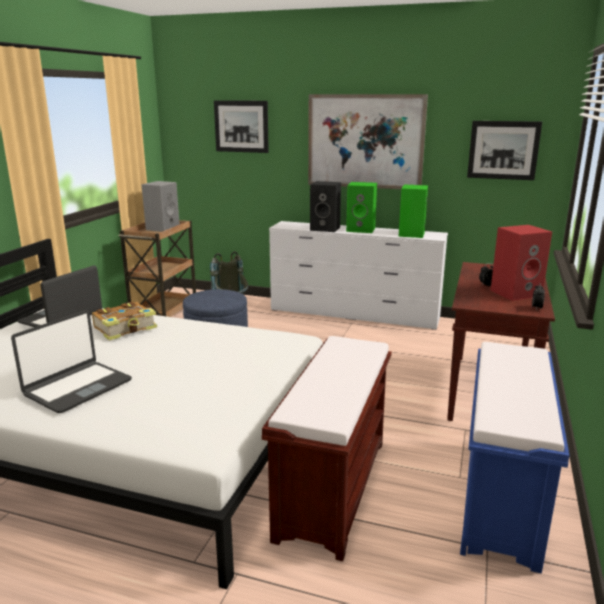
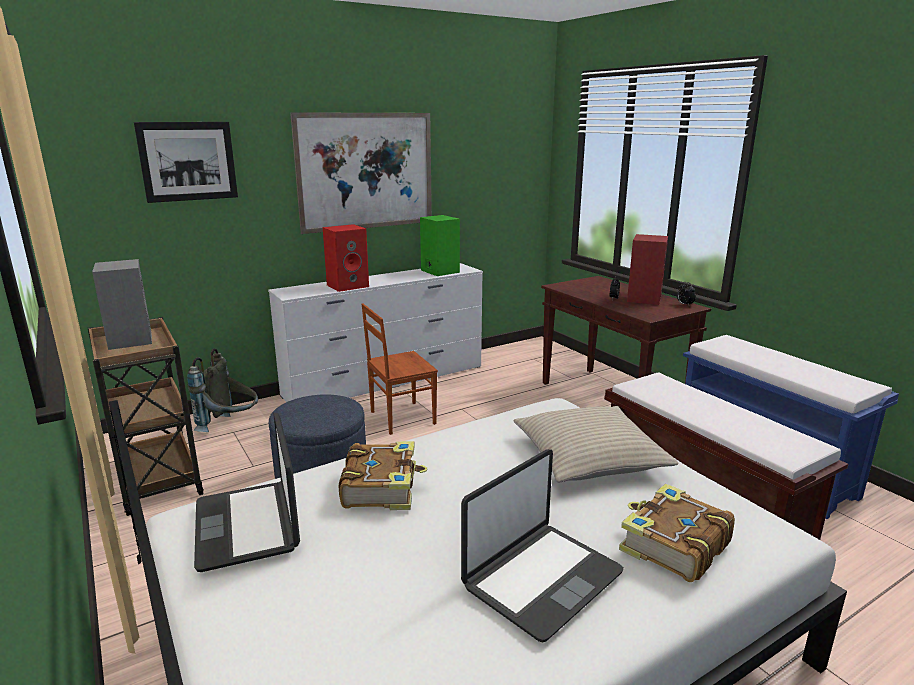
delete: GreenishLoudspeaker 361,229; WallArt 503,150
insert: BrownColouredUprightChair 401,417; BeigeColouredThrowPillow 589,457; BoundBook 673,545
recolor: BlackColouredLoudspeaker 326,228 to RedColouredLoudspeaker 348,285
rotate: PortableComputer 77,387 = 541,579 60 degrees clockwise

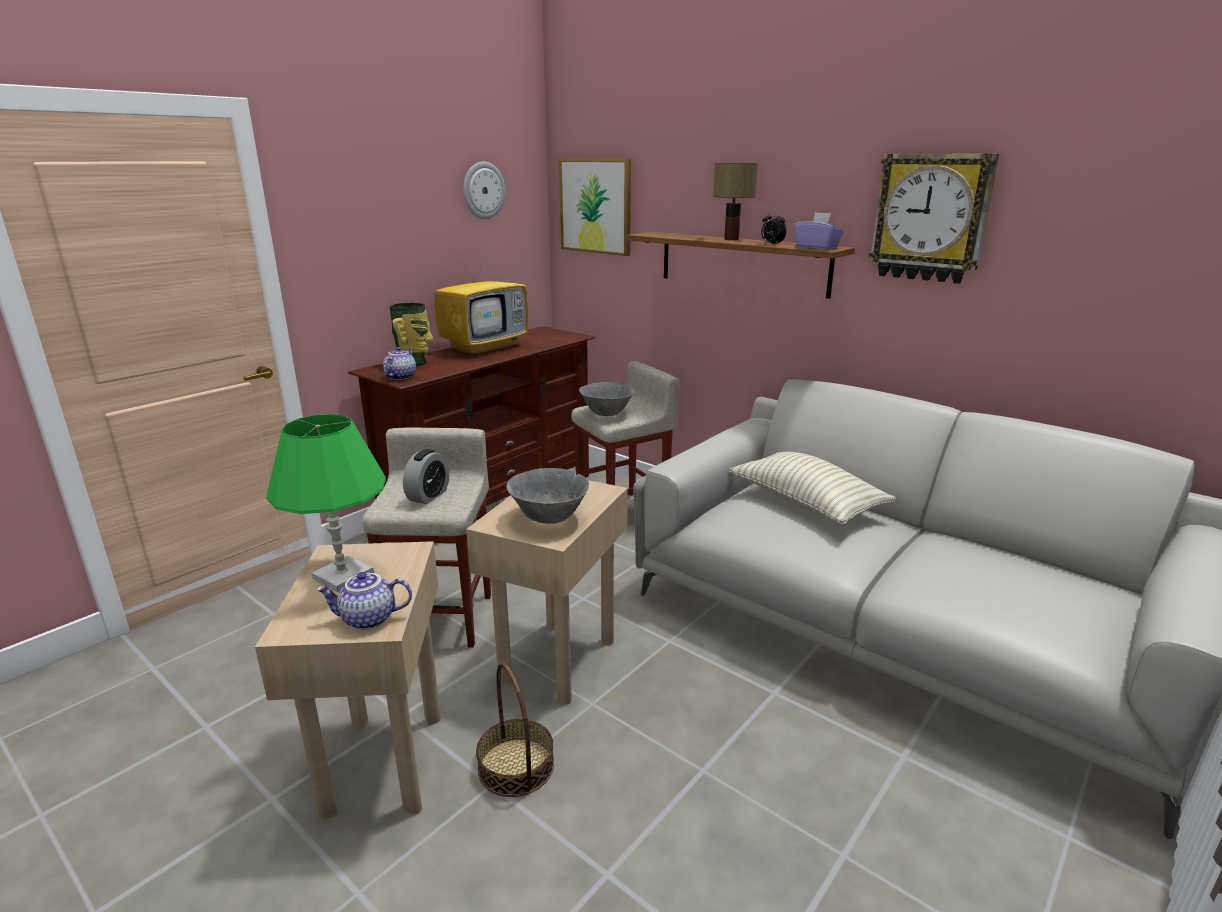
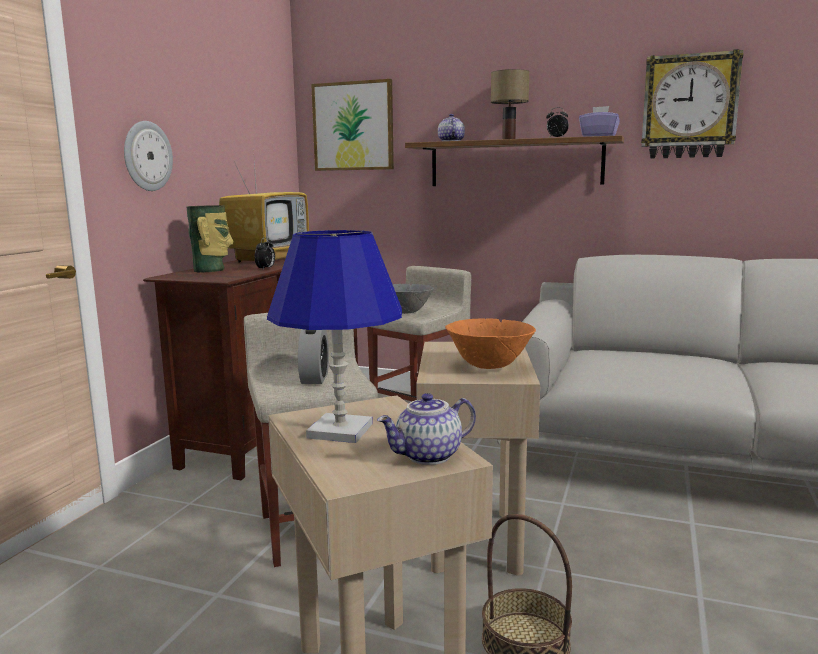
delete: ThrowPillow 806,504
insert: BedsideClock 265,269
move: WallClock 483,190 to 147,156; TeaPot 400,377 to 450,141
recolor: GreenishTableLamp 342,576 to BlueTableLamp 340,431; GreyServingBowl 549,519 to OrangeColouredServingBowl 488,367

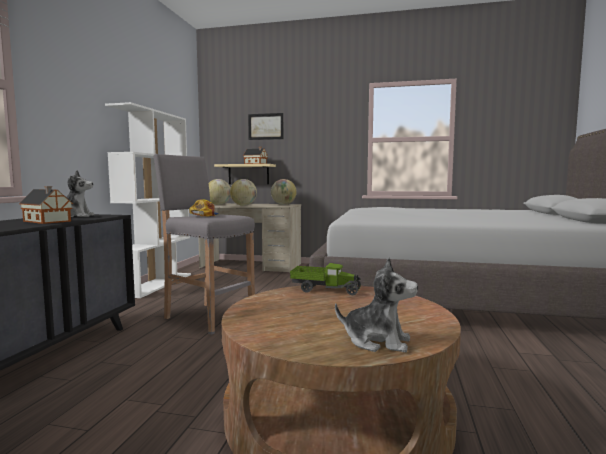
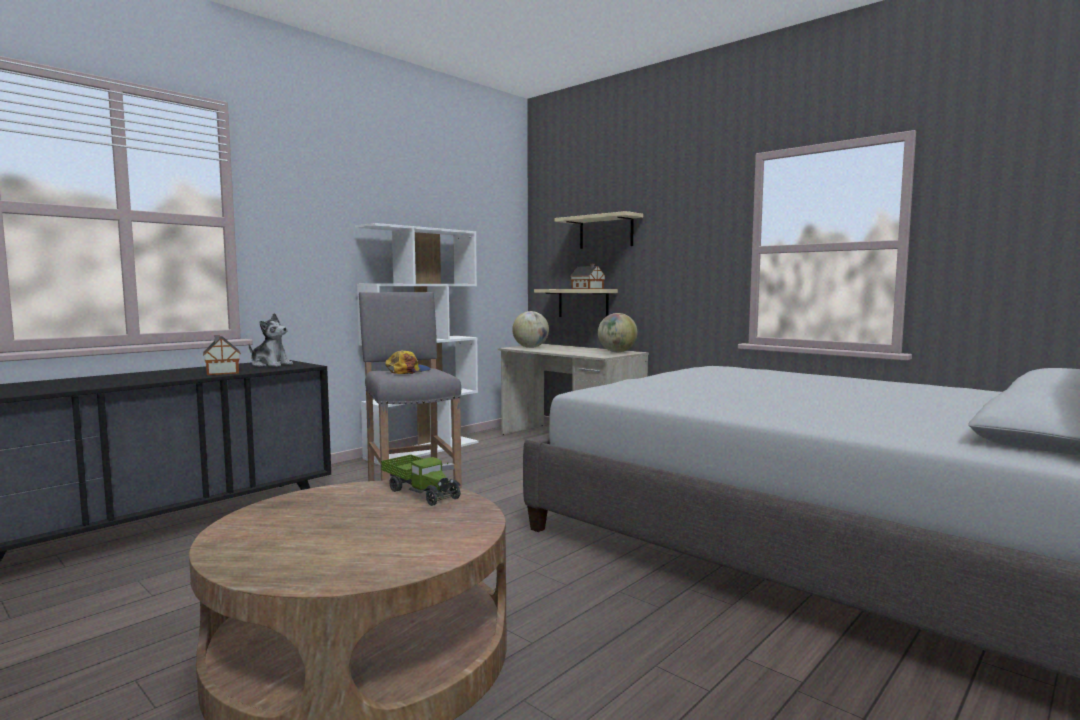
delete: DeskGlobe 243,205; PlushToy 377,341
replace: WallArt 265,126 to BeigeColouredBracketShelf 606,232

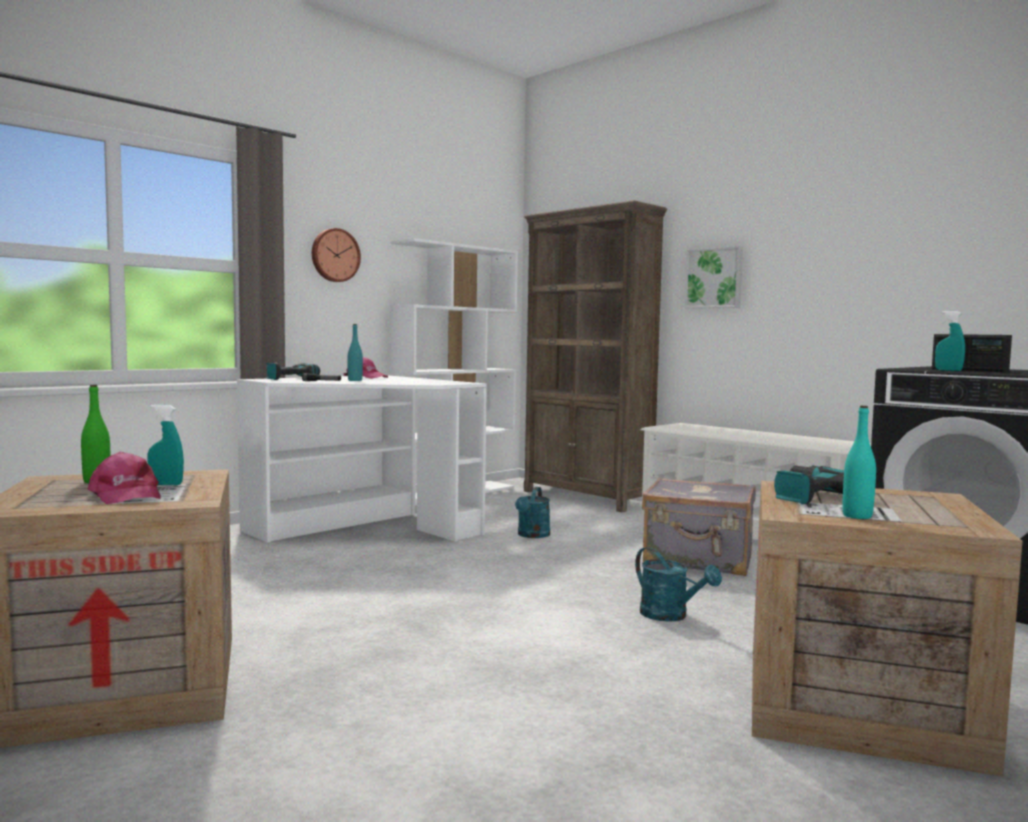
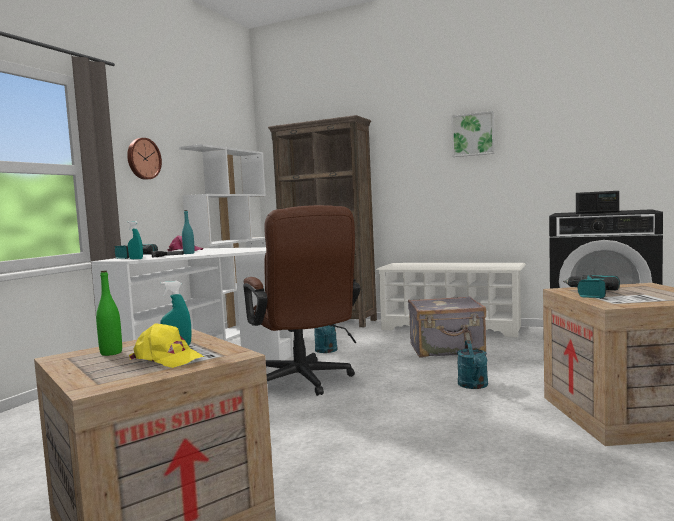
delete: TurquoiseColouredBottle 857,516
insert: BrownColouredOfficeChair 304,382
move: TurquoiseColouredSprayer 948,370 to 136,259; WallArt 714,278 to 473,134
recolor: PinkCap 125,495 to YellowColouredCap 167,359
rotate: TurquoiseColouredSprinklingCan 670,616 = 474,386 60 degrees clockwise

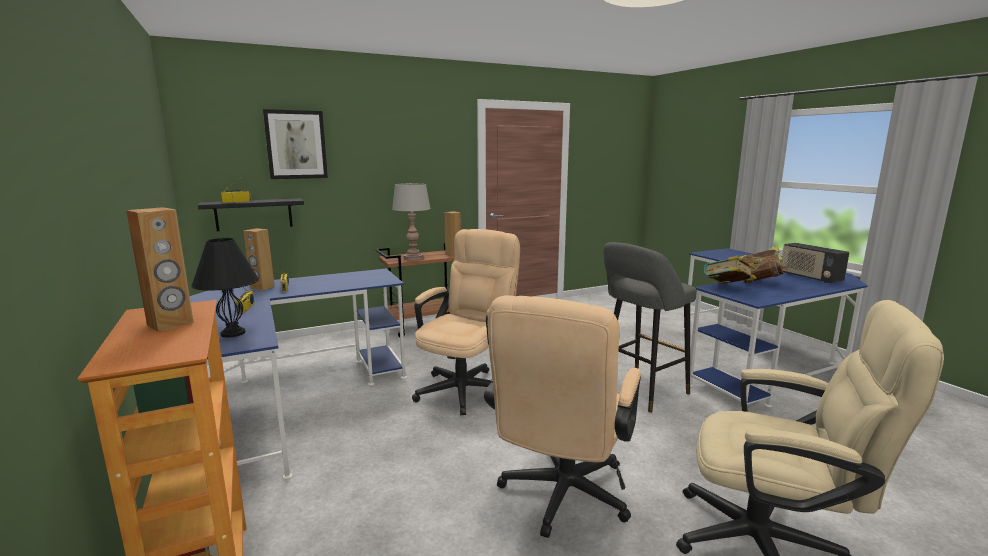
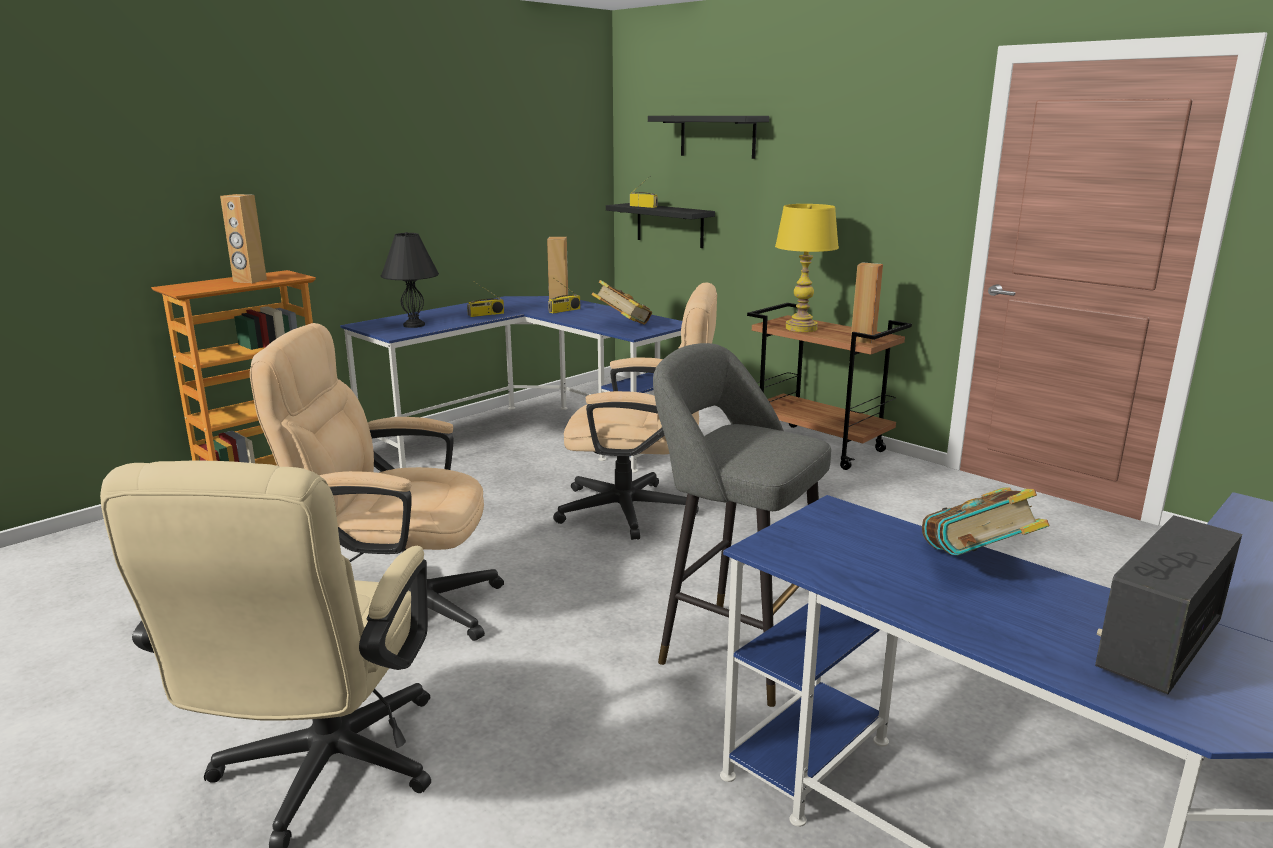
move: BoundBook 727,288 to 622,325
replace: WallArt 296,144 to BlackColouredBracketShelf 717,136
recolor: GreyTableLamp 413,258 to YellowColouredTableLamp 801,328

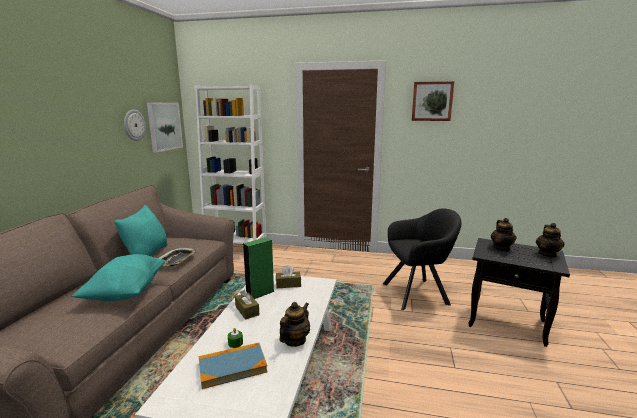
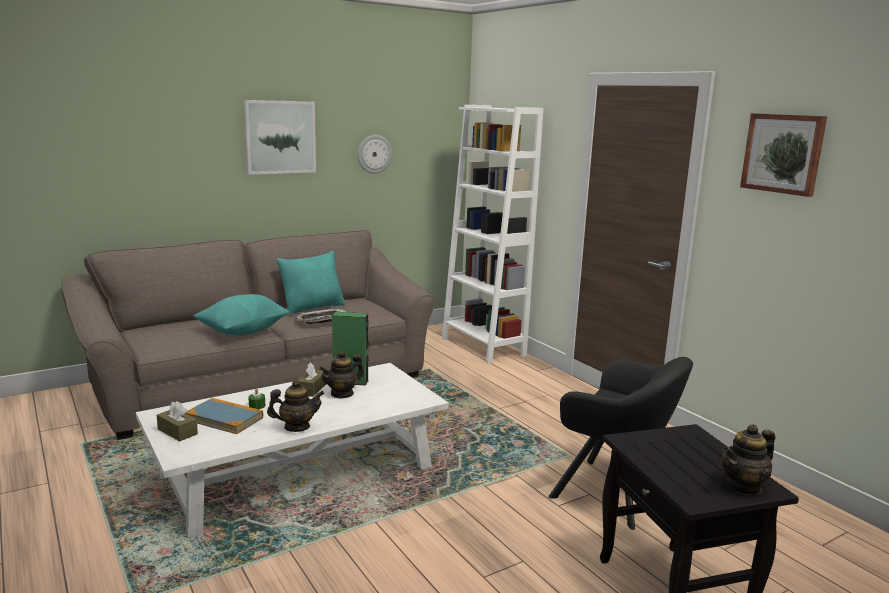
move: BrownColouredTissueHolder 288,284 to 177,432; WallArt 164,126 to 280,137; TeaPot 501,248 to 342,393

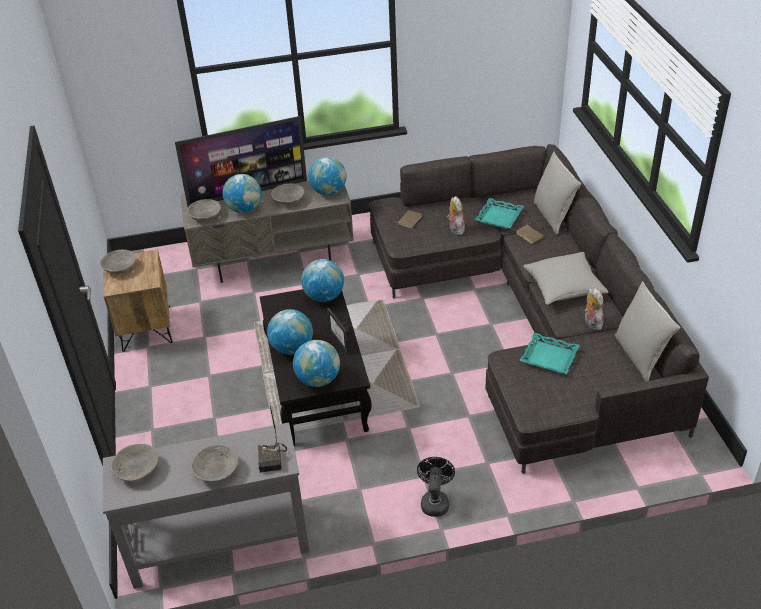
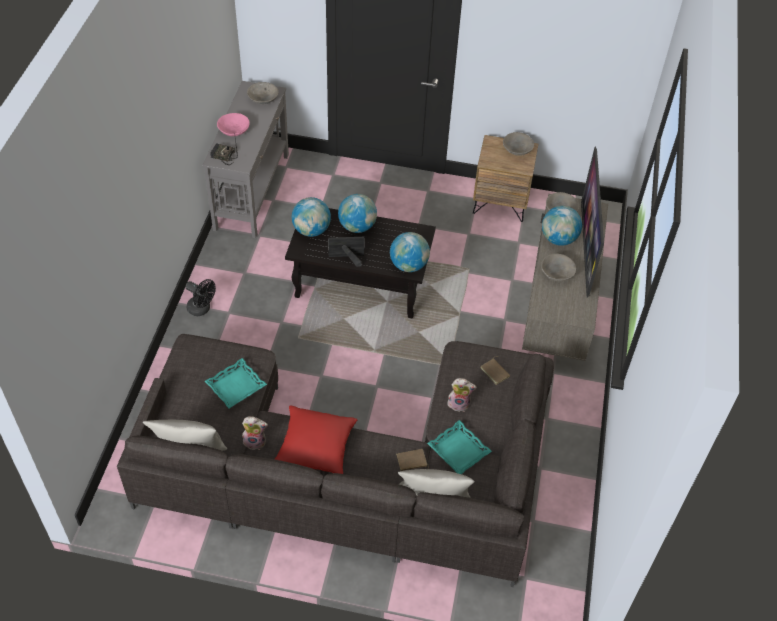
delete: DeskGlobe 329,191
recolor: GreyServingBowl 217,471 to PinkServingBowl 233,130; GreyThrowPillow 564,287 to RedColouredThrowPillow 315,447

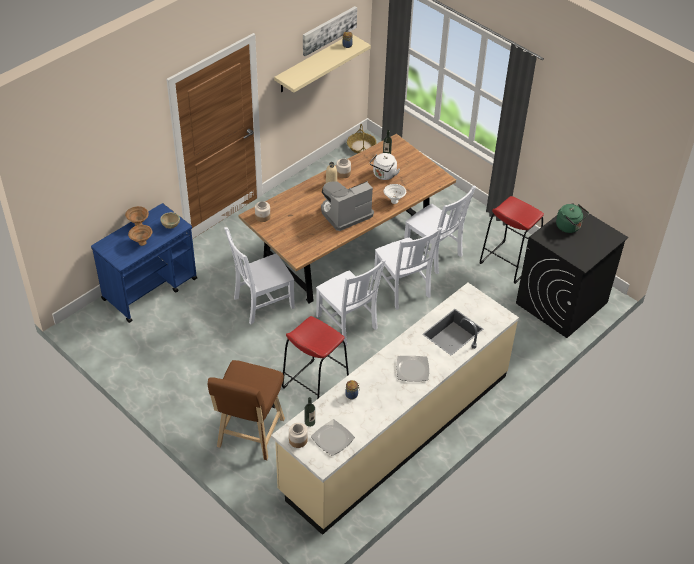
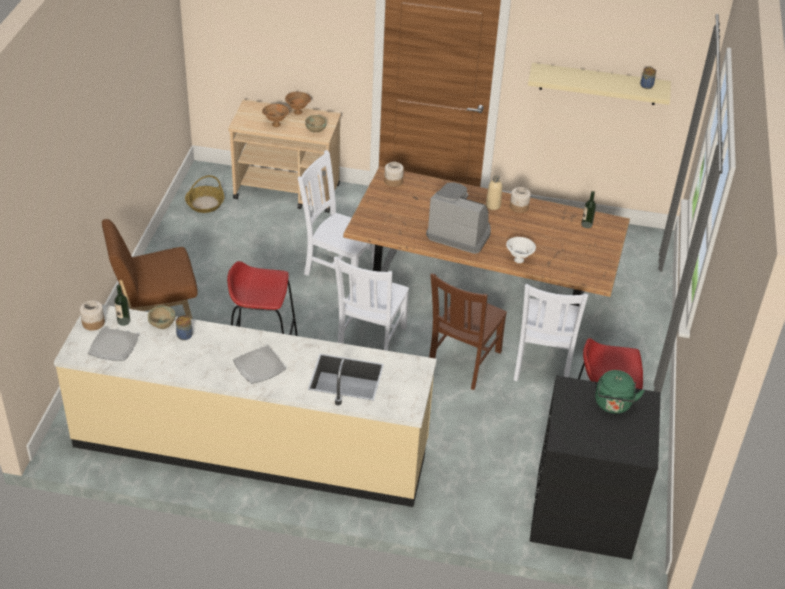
delete: WallArt 329,30; WhiteWaterKettle 384,175
insert: BeigeColouredServingBowl 162,325
move: StorageBasket 361,146 to 205,203
recolor: BlueTrolley 150,289 to BeigeColouredTrolley 287,192; WhiteUprightChair 402,289 to BrownColouredUprightChair 462,362

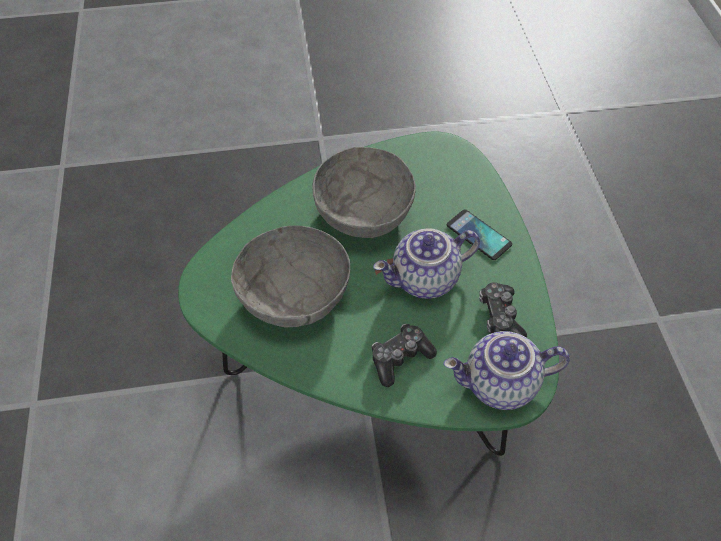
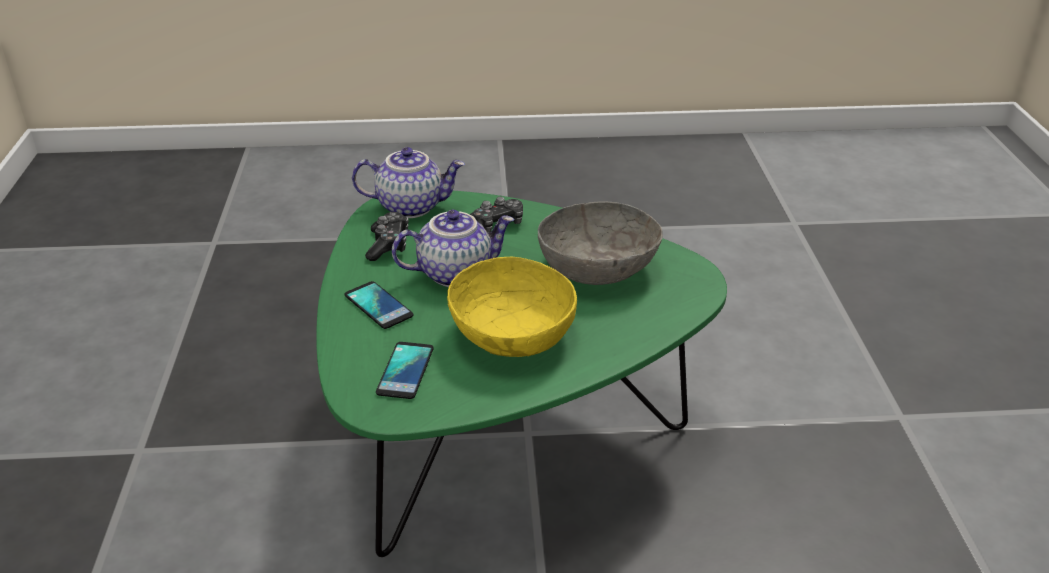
insert: Phone 405,371
recolor: GreyServingBowl 363,211 to YellowColouredServingBowl 512,336

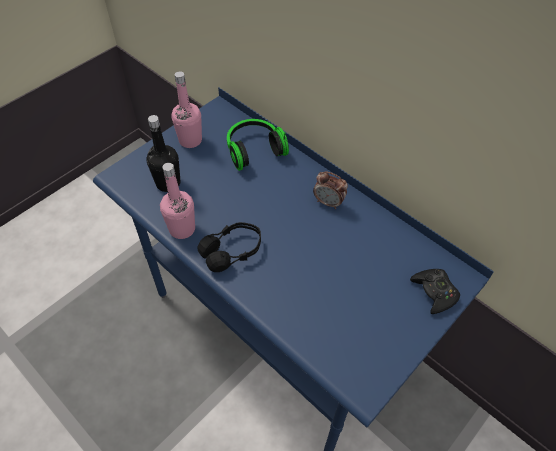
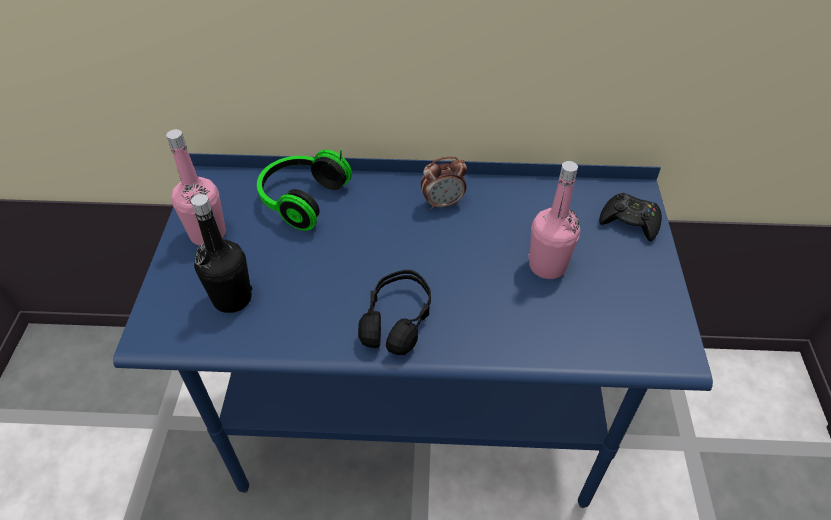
move: PinkBottle 182,229 to 547,266

